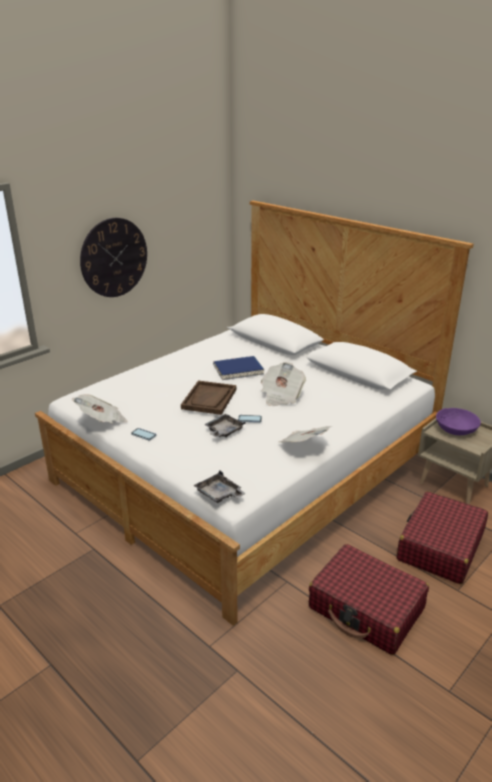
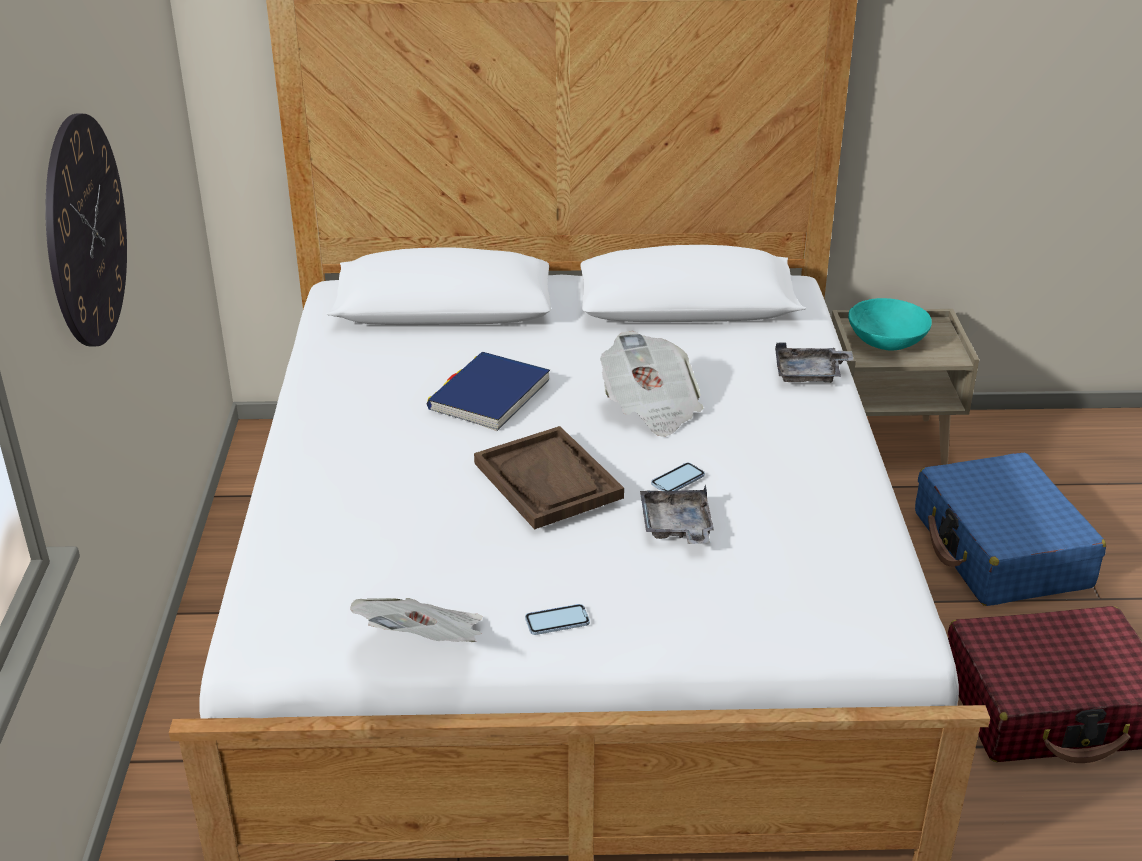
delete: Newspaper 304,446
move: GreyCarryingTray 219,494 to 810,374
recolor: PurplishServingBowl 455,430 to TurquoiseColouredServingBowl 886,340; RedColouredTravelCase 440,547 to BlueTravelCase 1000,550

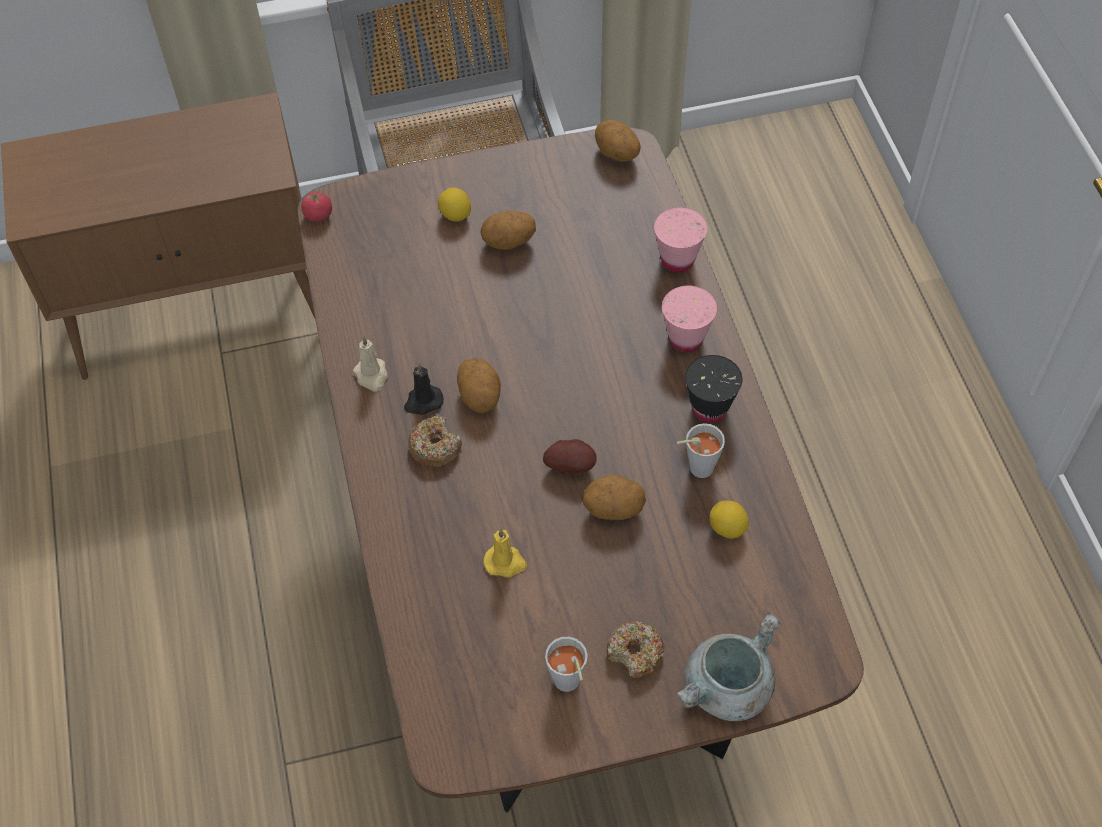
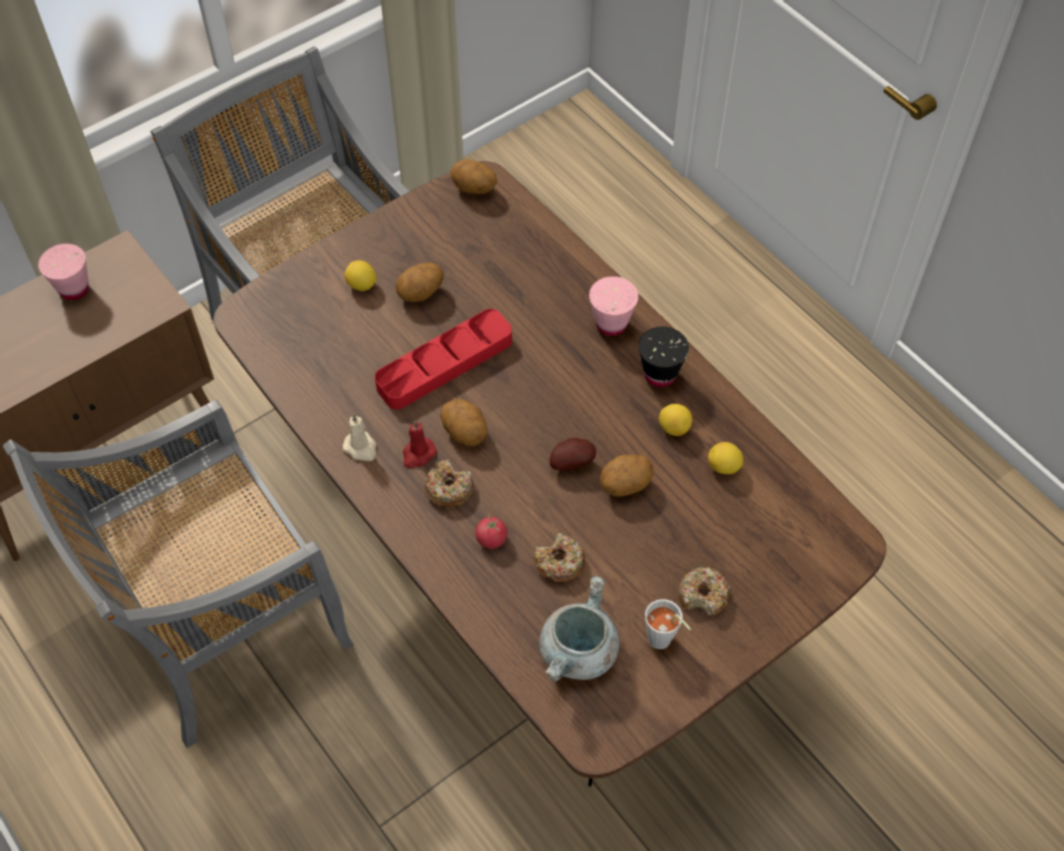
insert: GreyUprightChair 221,625; RedColouredCarryingTray 445,364
move: PinkDrinkingCup 677,260 to 74,289; FreshTomato 318,215 to 491,539; GreyStockpot 727,689 to 578,653
replace: YellowColouredWaxLight 505,562 to Doughnut 559,563; GreyDrinkingCup 695,468 to WholeLemon 674,428
recolor: BlackColouredWaxLight 423,402 to RedColouredWaxLight 418,454

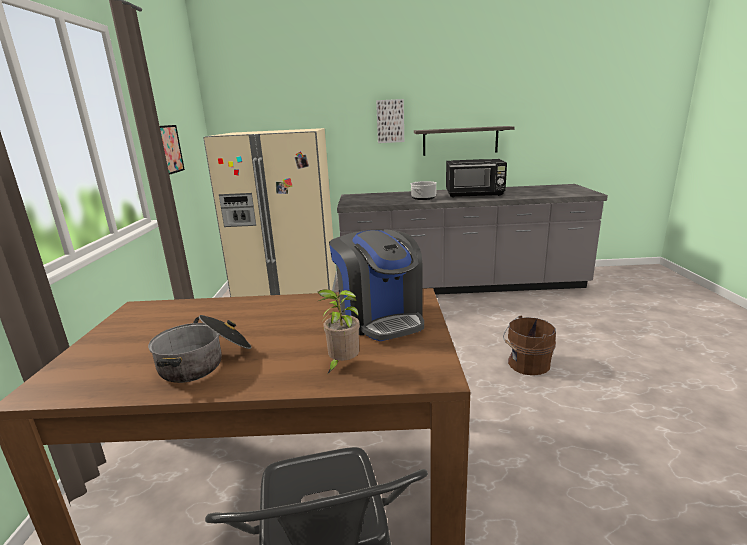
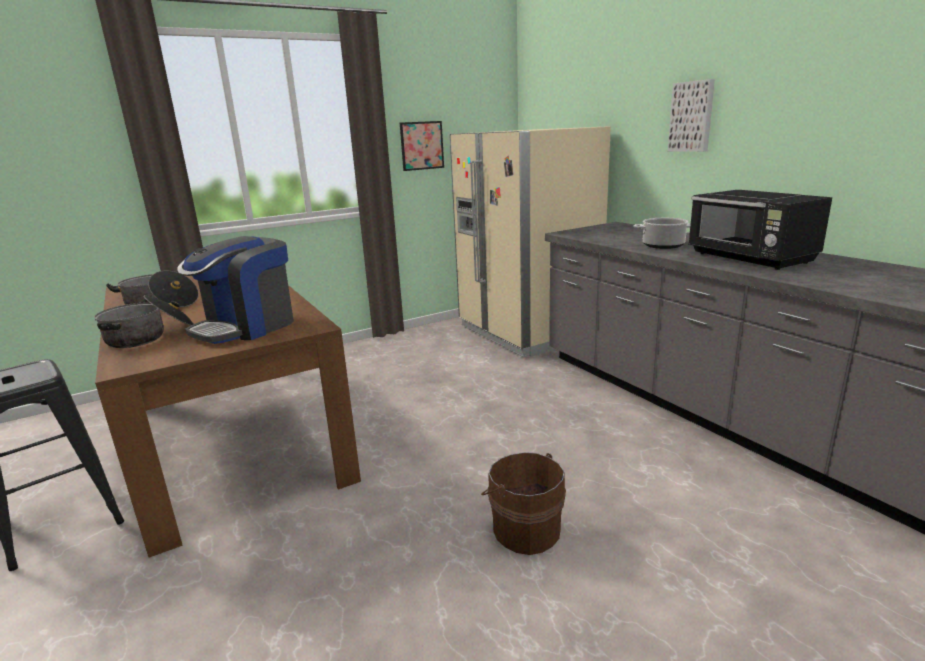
delete: BracketShelf 460,141
replace: PlantInAPot 342,365 to Stockpot 150,336

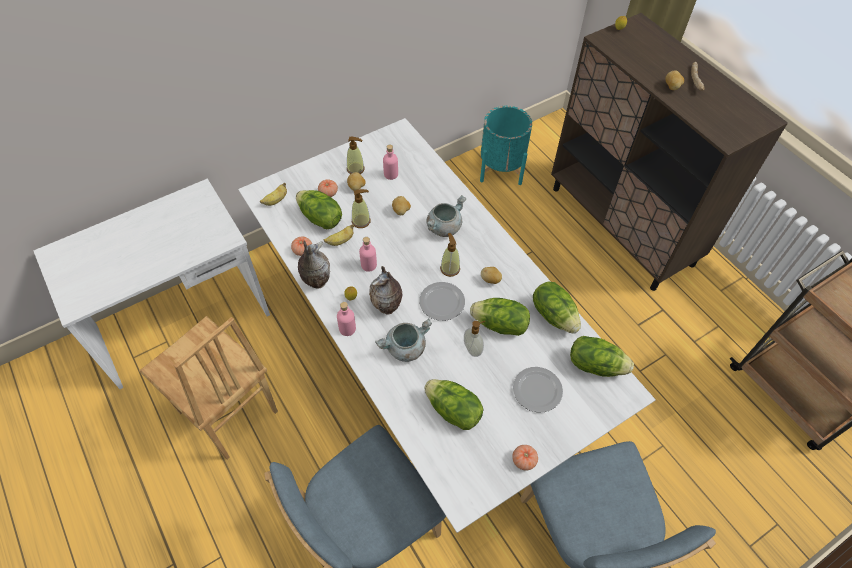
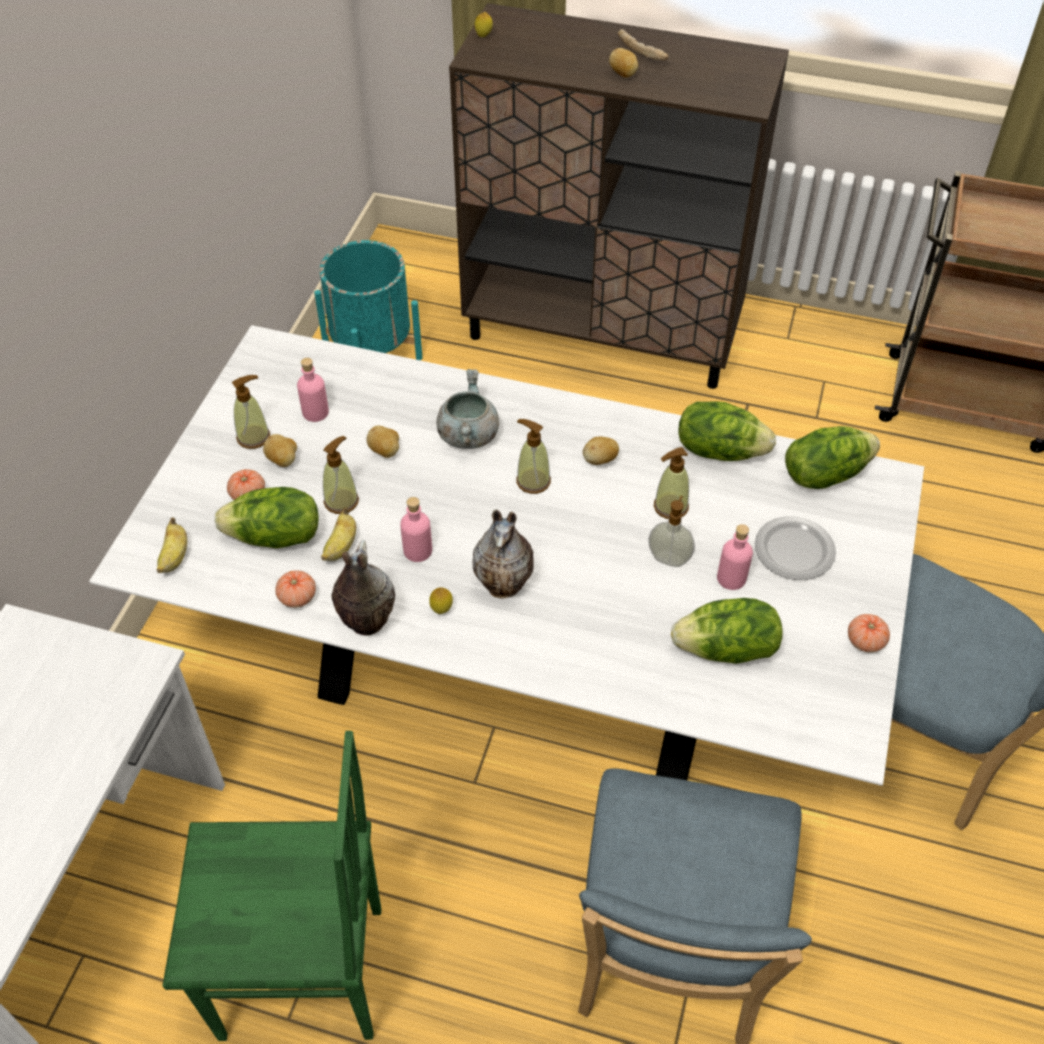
delete: GreyStockpot 405,349; FlatDish 441,303
move: PinkBottle 347,329 to 731,578
replace: HeadOfLettuce 500,325 to SoapDispenser 670,507
recolor: BrownColouredUprightChair 227,413 to GreenishUprightChair 304,976

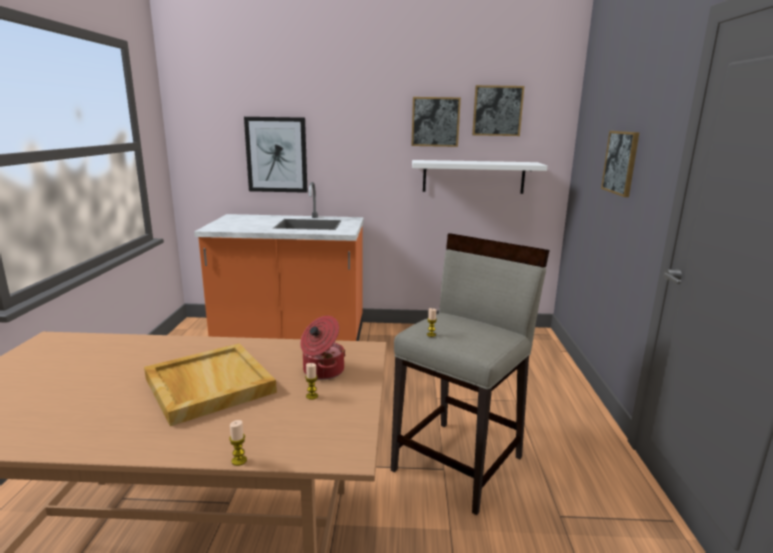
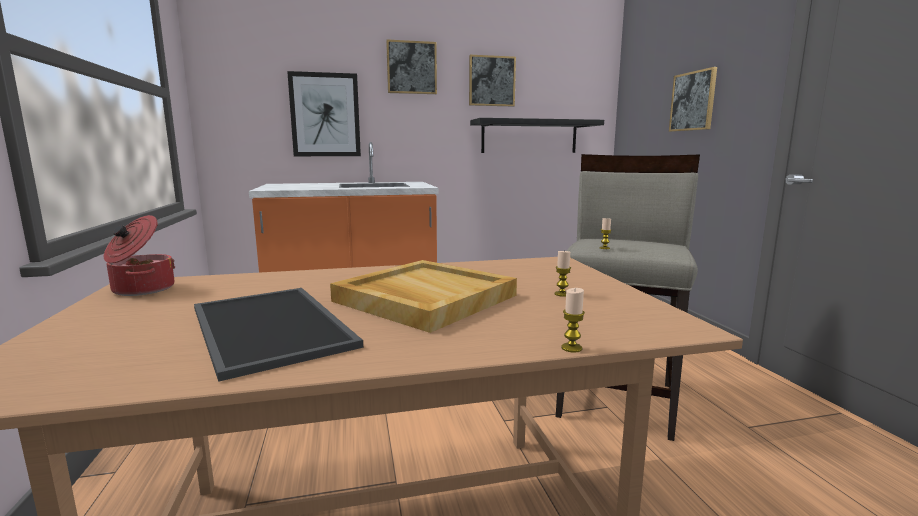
insert: CarryingTray 274,327
move: Stockpot 322,371 to 141,289; WallArt 497,111 to 411,67
recolor: WhiteBracketShelf 473,176 to BlackColouredBracketShelf 529,137

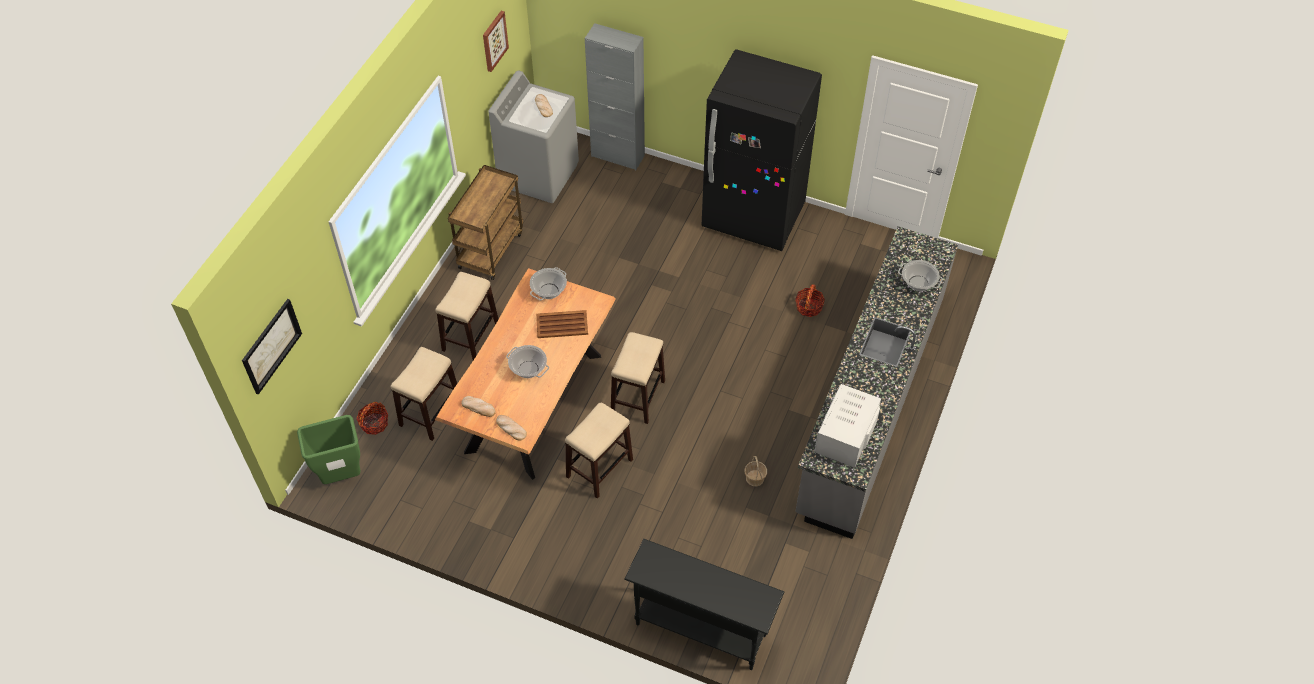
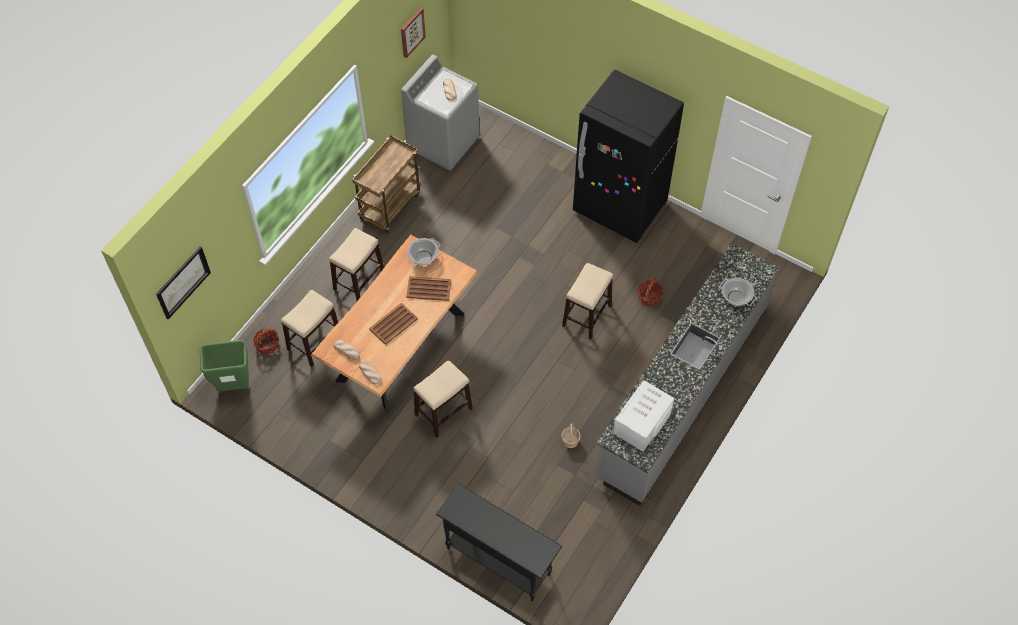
delete: GreyStorageCabinet 617,156
move: Stool 637,397 to 586,316
replace: Stockpot 528,369 to BrownColouredCarryingTray 394,324

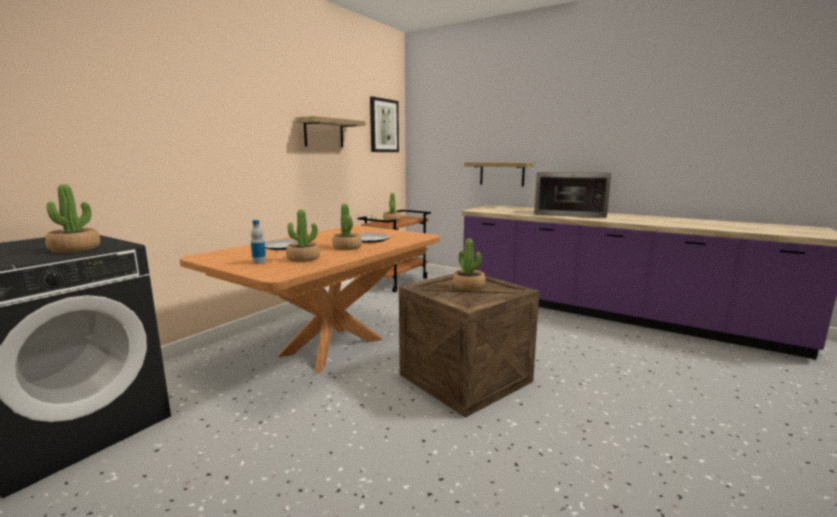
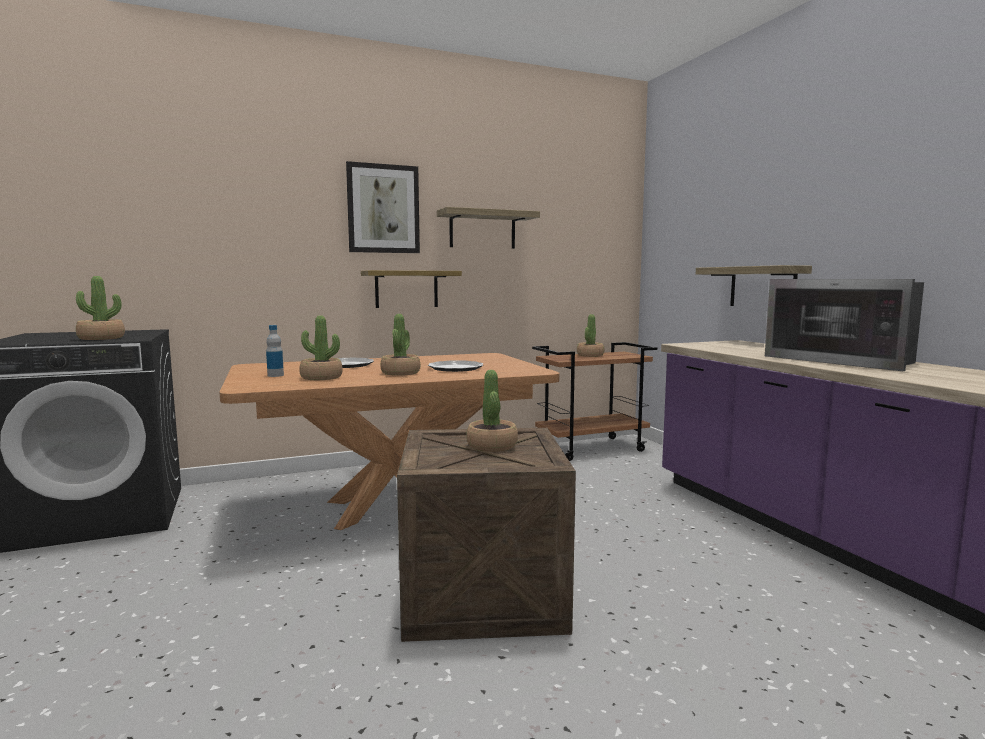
insert: BracketShelf 406,289
move: WallArt 383,126 to 383,209

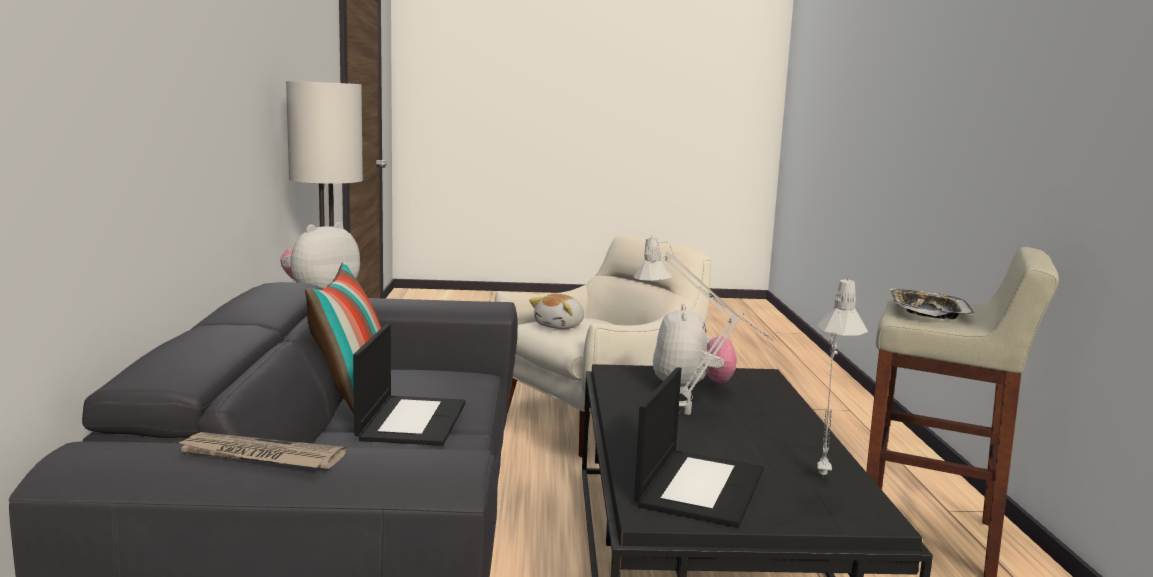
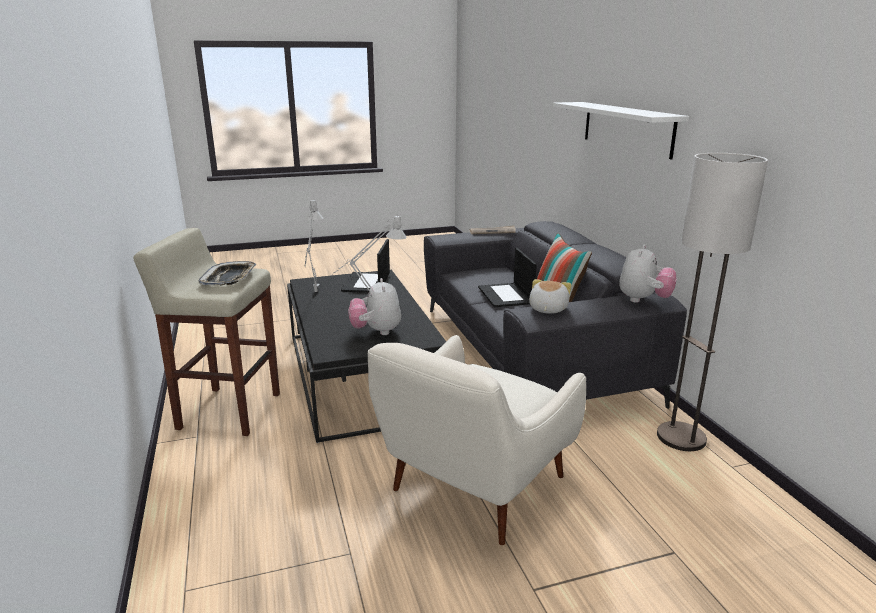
insert: WhiteBracketShelf 626,128
move: PlushToy 560,326 to 547,309

